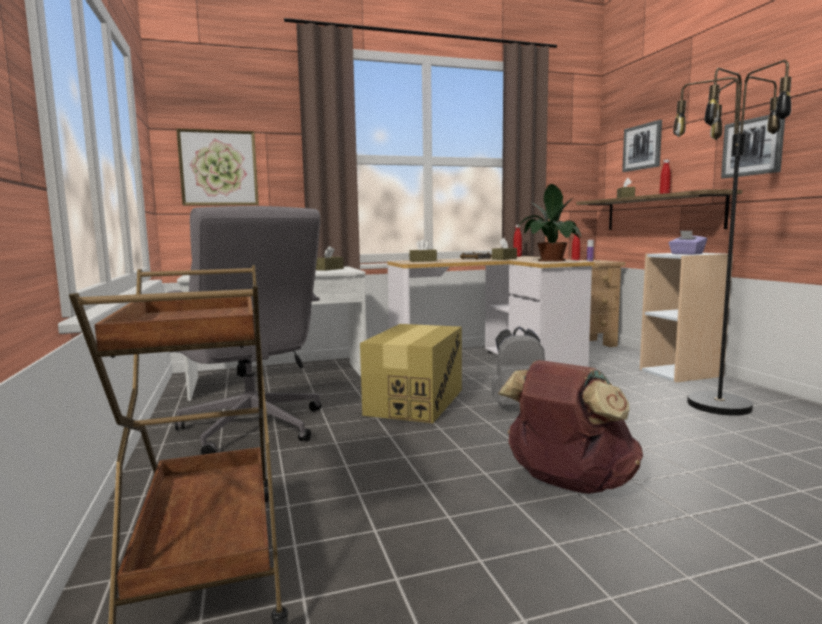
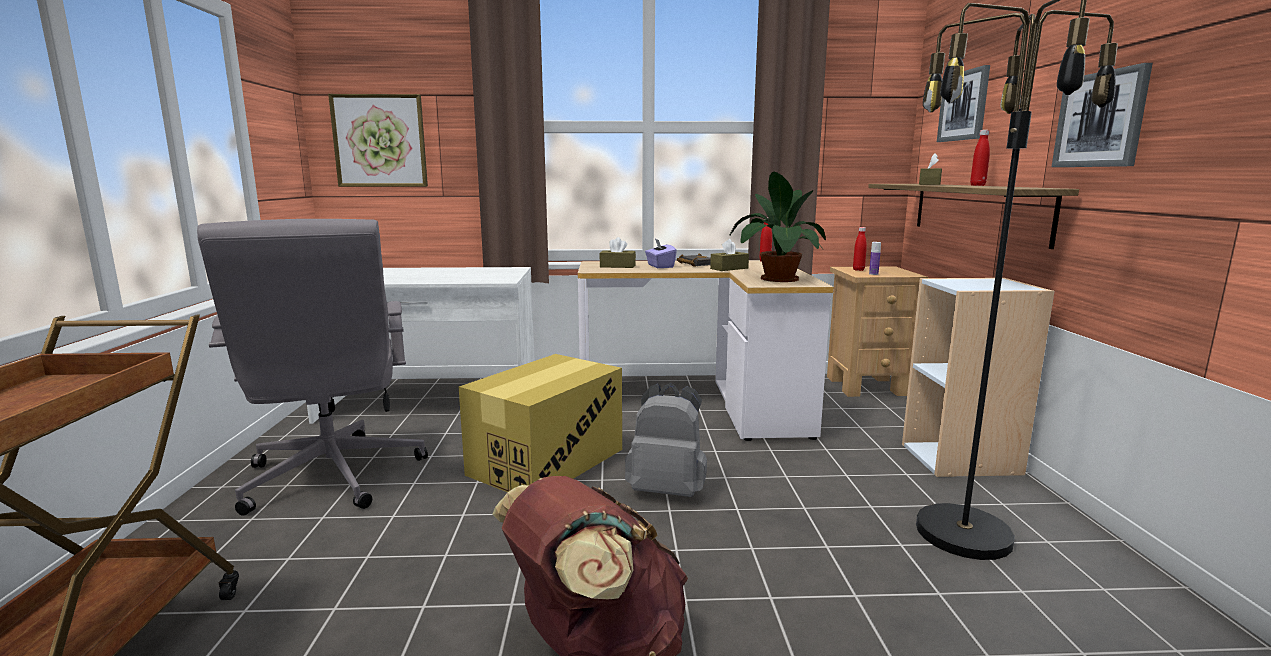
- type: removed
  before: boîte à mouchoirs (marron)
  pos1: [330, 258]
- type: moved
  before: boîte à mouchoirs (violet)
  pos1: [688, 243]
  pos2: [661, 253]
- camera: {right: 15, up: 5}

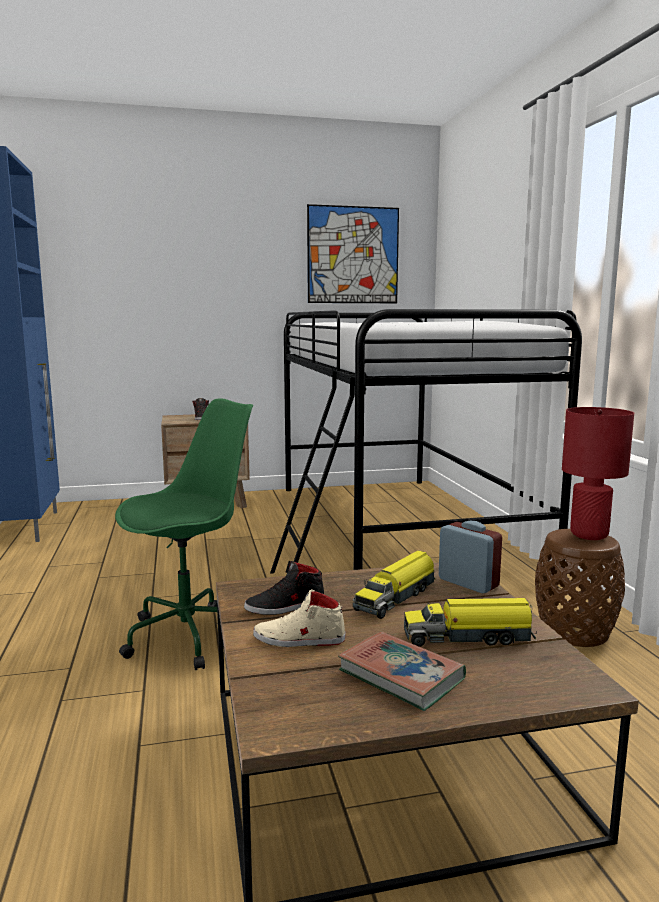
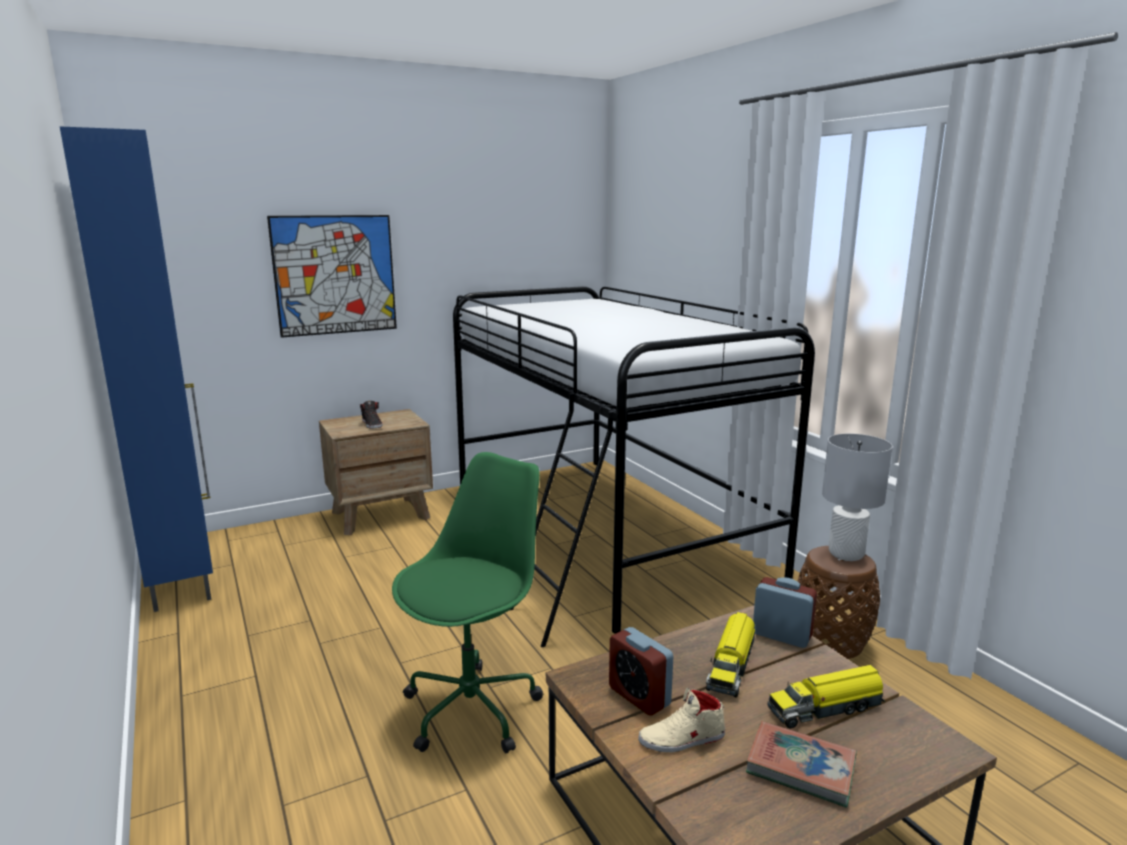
- type: moved
  before: tableau
  pos1: [353, 253]
  pos2: [332, 276]
- type: replaced
  before: chaussure (noir)
  after: réveil
  pos1: [284, 588]
  pos2: [641, 671]
- type: recoloured
  before: lampe de table (rouge)
  after: lampe de table (gris)
  pos1: [598, 473]
  pos2: [857, 497]
- camera: {right: -15, up: 5}

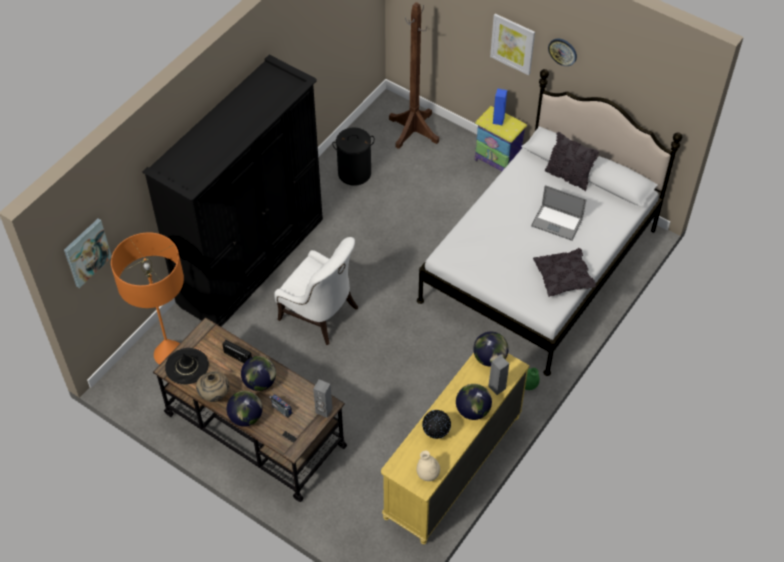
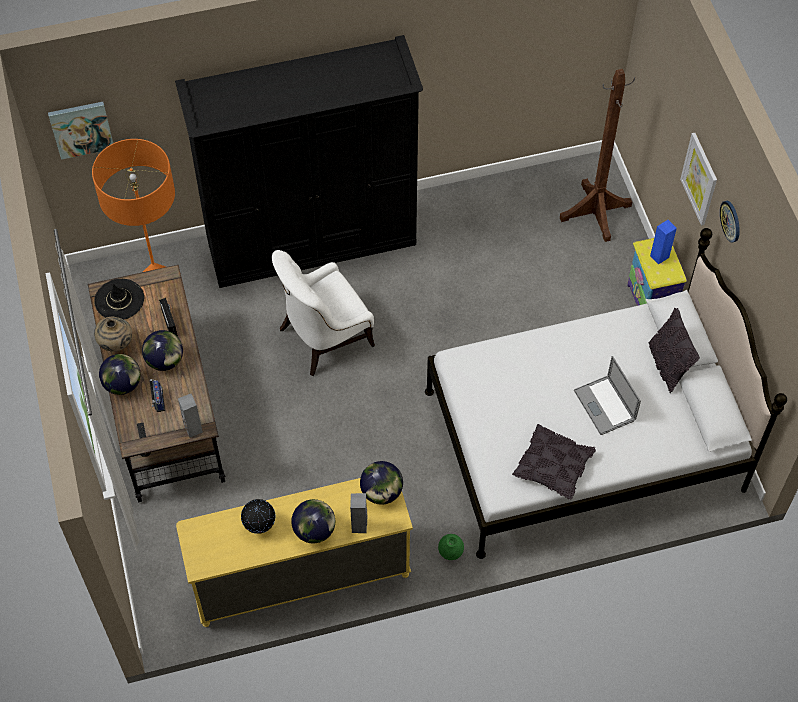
- type: removed
  before: panier à linge (noir)
  pos1: [353, 156]
- type: removed
  before: vase (beige)
  pos1: [428, 466]
- type: turned
  before: fauteuil (blanc)
  pos1: [316, 291]
  pos2: [323, 313]
  turn: 75
- camera: {right: 40, up: 5}

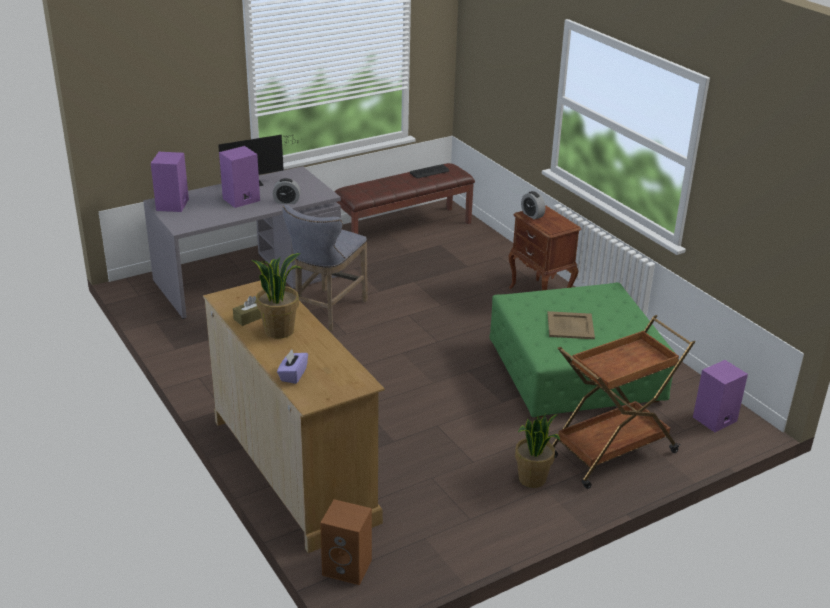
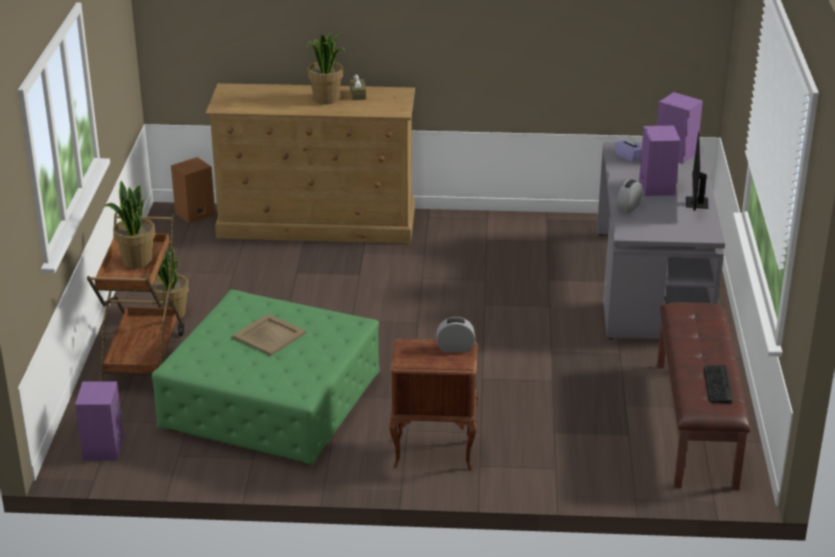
- type: removed
  before: tabouret (gris)
  pos1: [325, 268]
- type: added
  after: plante en pot
  pos2: [130, 224]
- type: moved
  before: boîte à mouchoirs (violet)
  pos1: [292, 366]
  pos2: [628, 149]
- camera: {right: 125, up: 0}

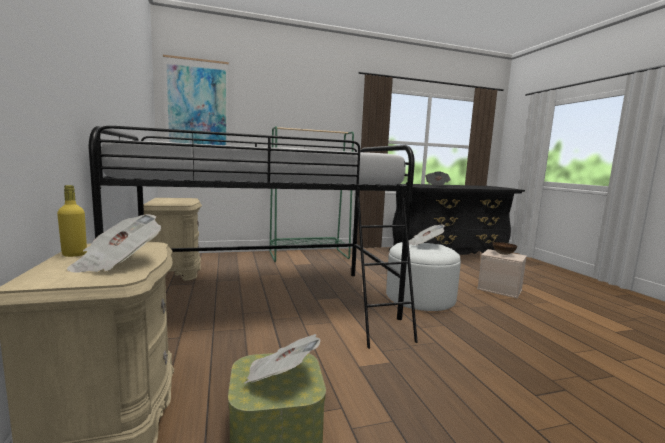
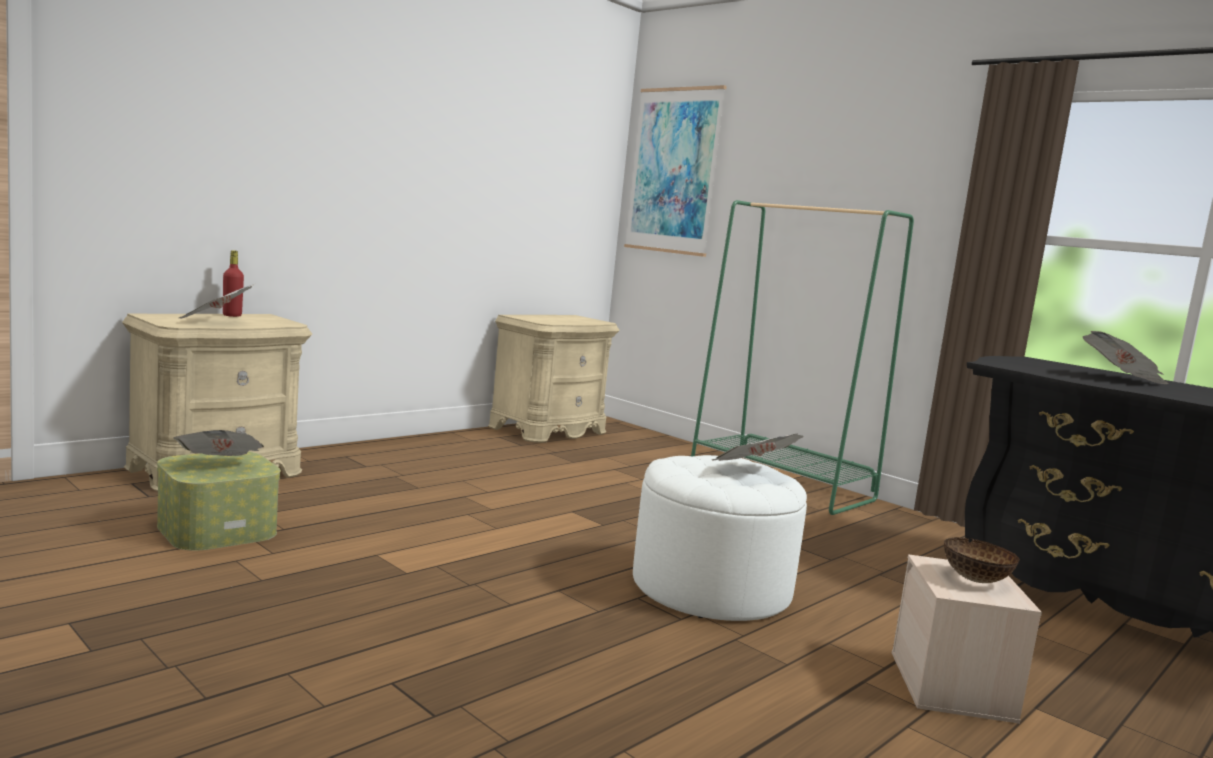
- type: removed
  before: lit (noir)
  pos1: [253, 237]
- type: recoloured
  before: bouteille (jaune)
  after: bouteille (rouge)
  pos1: [72, 221]
  pos2: [233, 283]
- camera: {right: 60, up: 0}

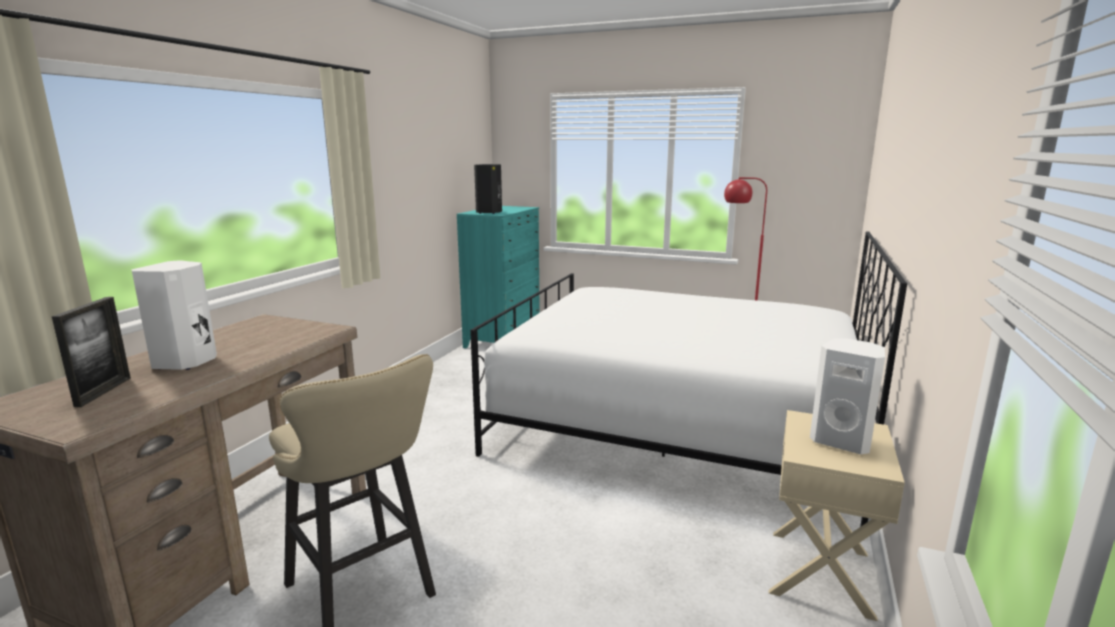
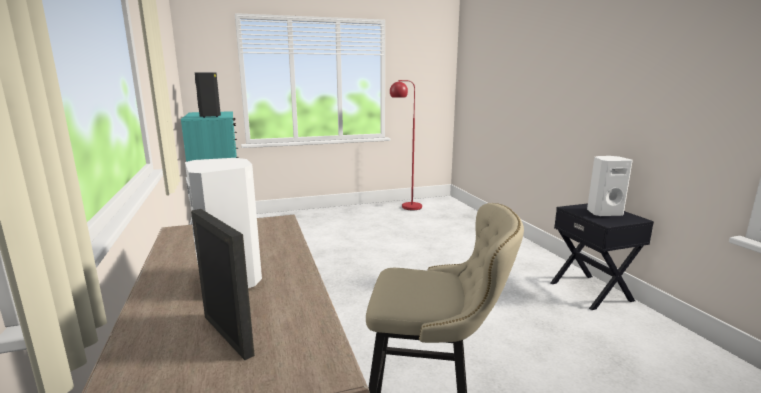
- type: removed
  before: lit (blanc)
  pos1: [688, 379]
- type: recoloured
  before: table de chevet (beige)
  after: table de chevet (noir)
  pos1: [837, 515]
  pos2: [602, 256]
- camera: {right: -40, up: 0}

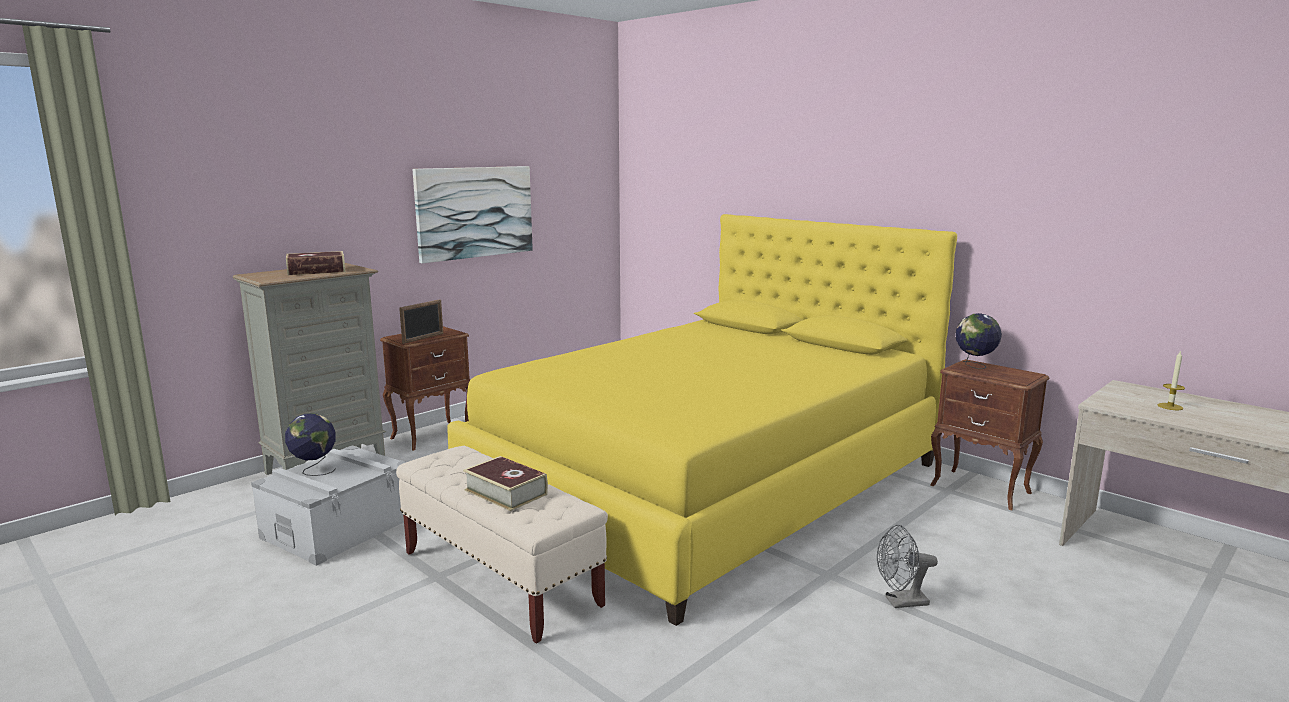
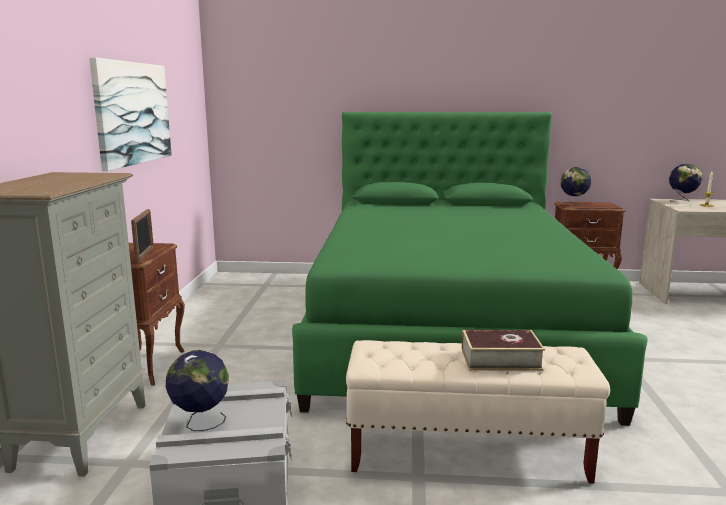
- type: removed
  before: livre
  pos1: [315, 263]
- type: removed
  before: ventilateur (gris)
  pos1: [907, 566]
- type: added
  after: globe
  pos2: [686, 183]
- type: recoloured
  before: lit (jaune)
  after: lit (vert)
  pos1: [702, 420]
  pos2: [470, 269]
- camera: {right: -40, up: 0}

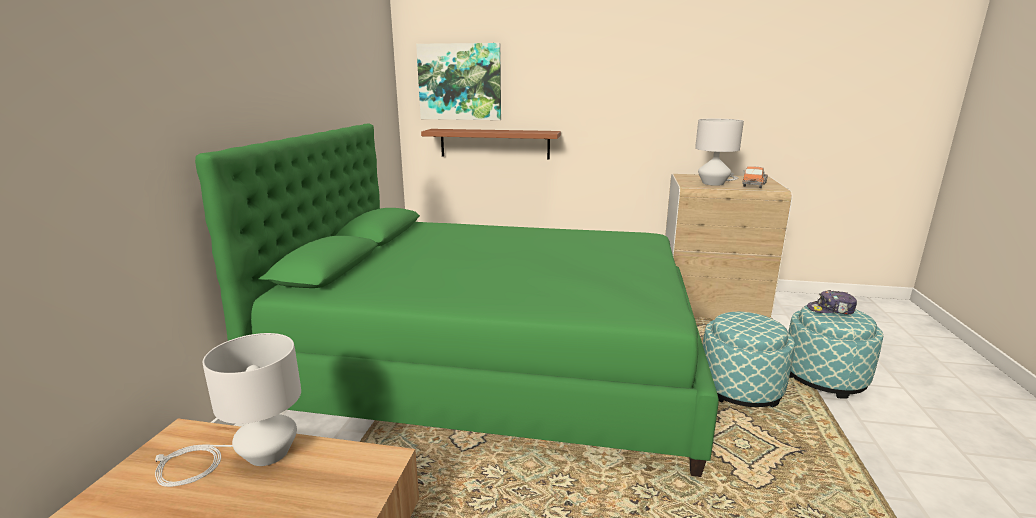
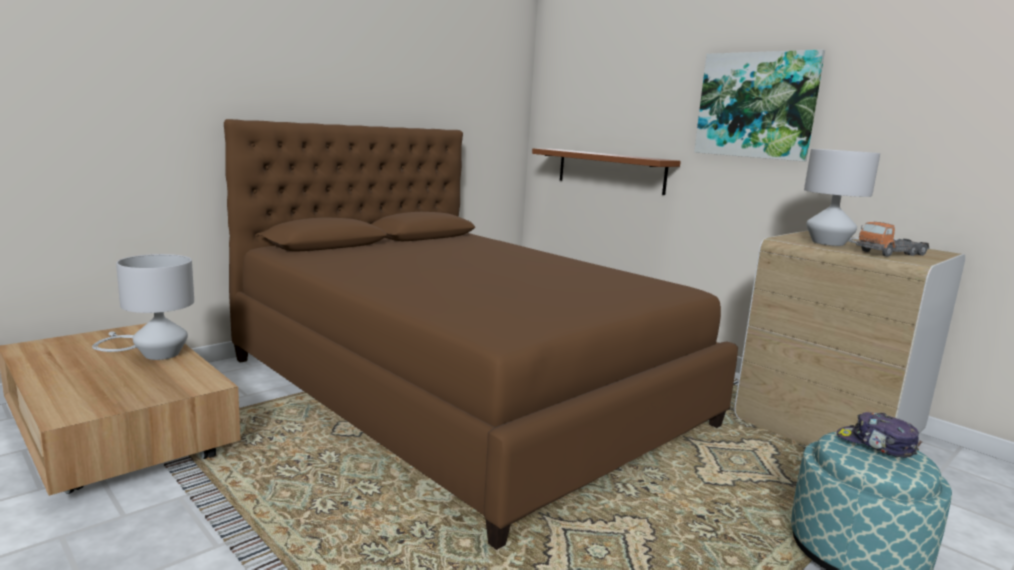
- type: removed
  before: pouf
  pos1: [749, 360]
- type: moved
  before: tableau
  pos1: [458, 81]
  pos2: [759, 106]
- type: recoloured
  before: lit (vert)
  after: lit (marron)
  pos1: [457, 300]
  pos2: [481, 334]
- camera: {right: 35, up: -5}

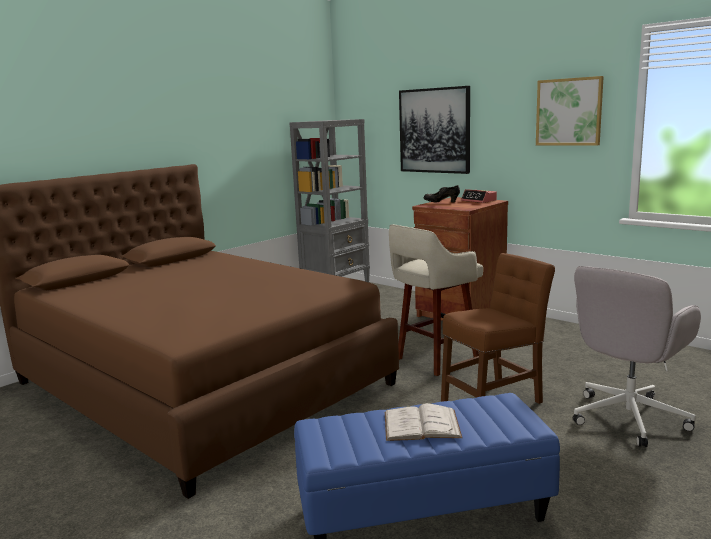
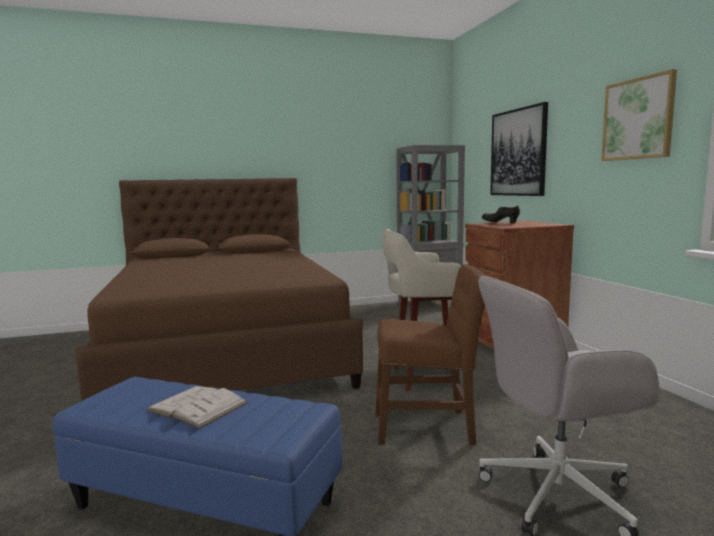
- type: removed
  before: réveil
  pos1: [479, 196]
- camera: {right: 30, up: -5}

